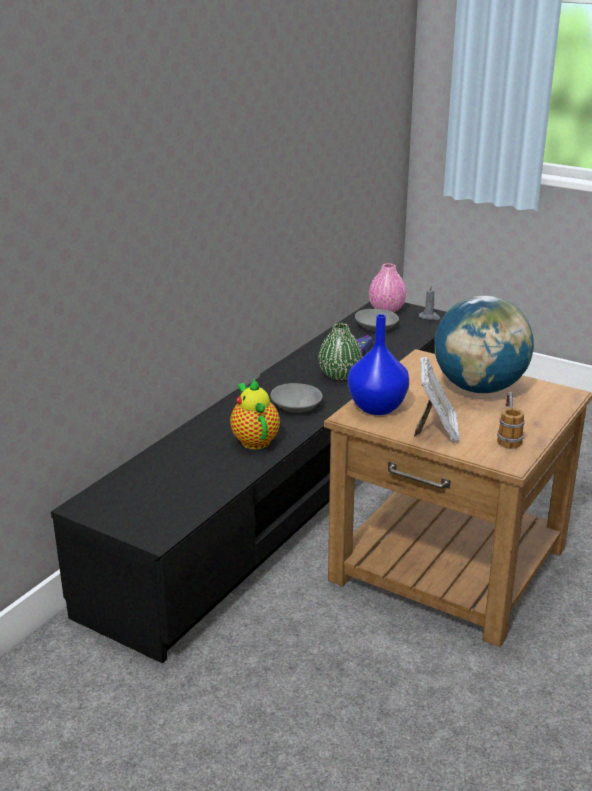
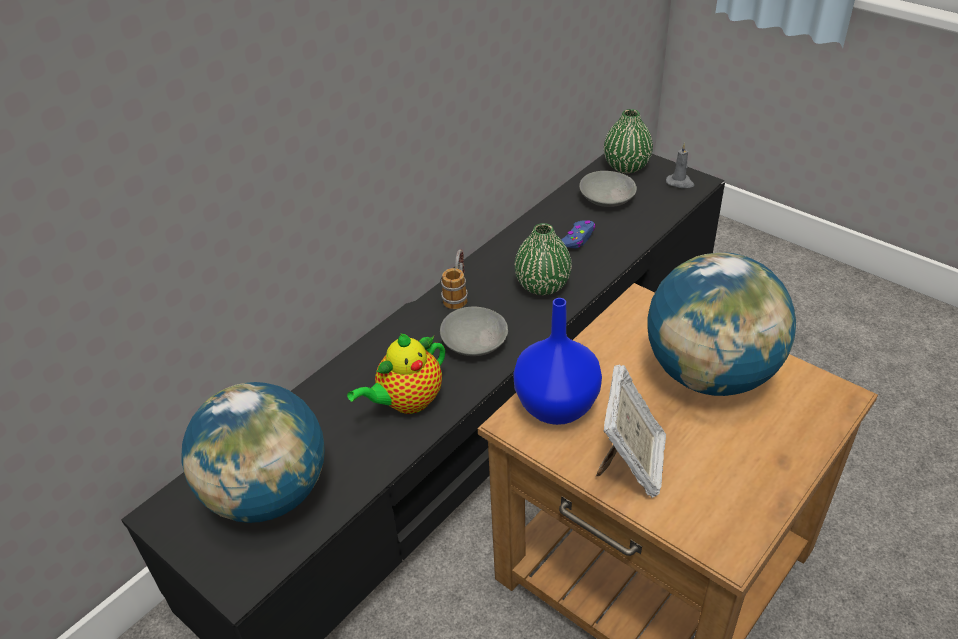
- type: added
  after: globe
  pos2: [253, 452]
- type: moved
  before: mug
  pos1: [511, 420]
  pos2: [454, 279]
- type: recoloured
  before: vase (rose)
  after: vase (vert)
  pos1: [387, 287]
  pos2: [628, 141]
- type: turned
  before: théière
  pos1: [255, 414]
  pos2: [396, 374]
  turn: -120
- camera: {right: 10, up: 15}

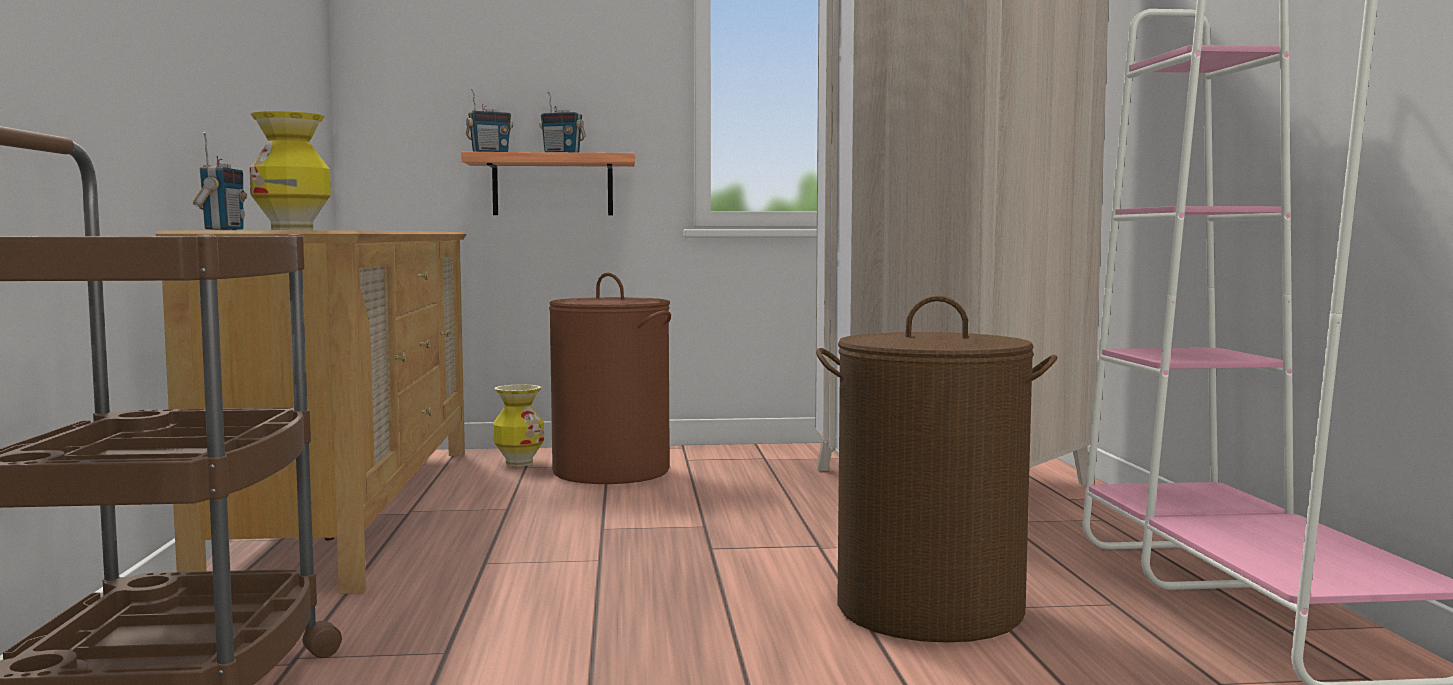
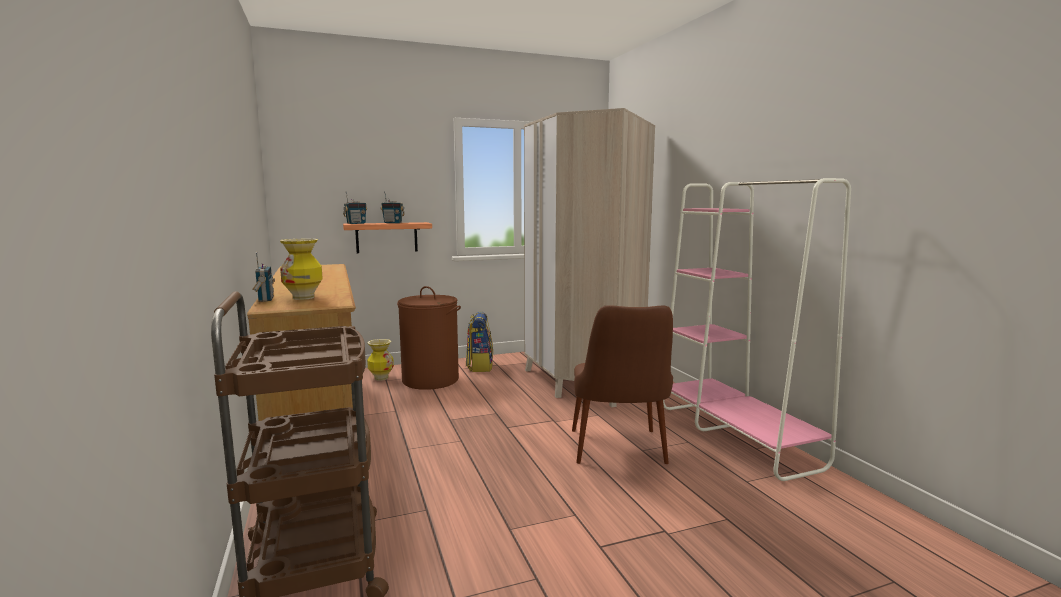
- type: added
  after: sac à dos
  pos2: [479, 342]
- type: replaced
  before: panier à linge (marron)
  after: chaise (marron)
  pos1: [937, 469]
  pos2: [622, 384]
- camera: {right: -15, up: 5}

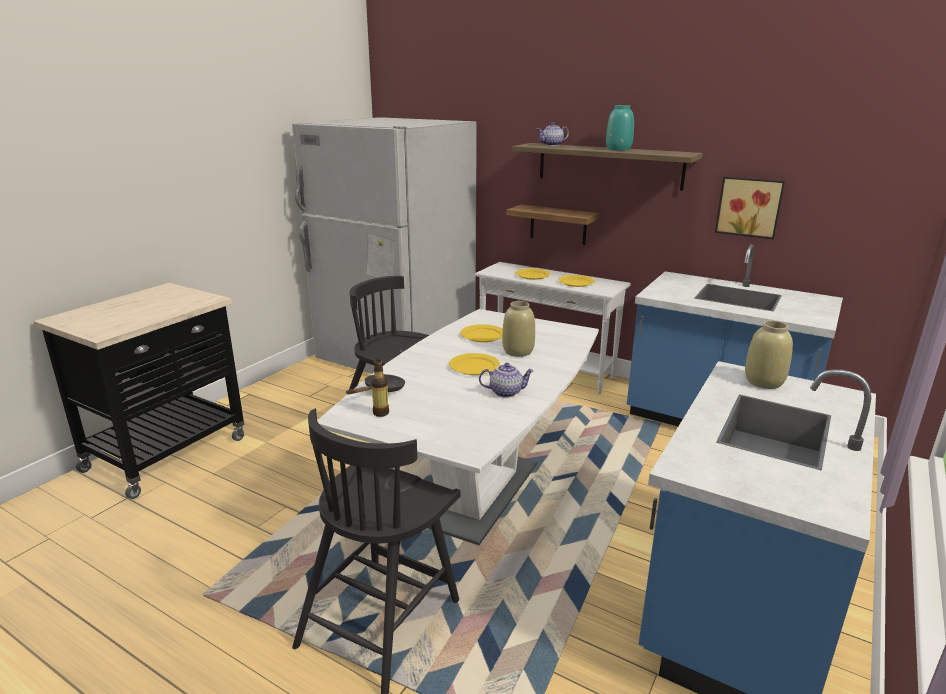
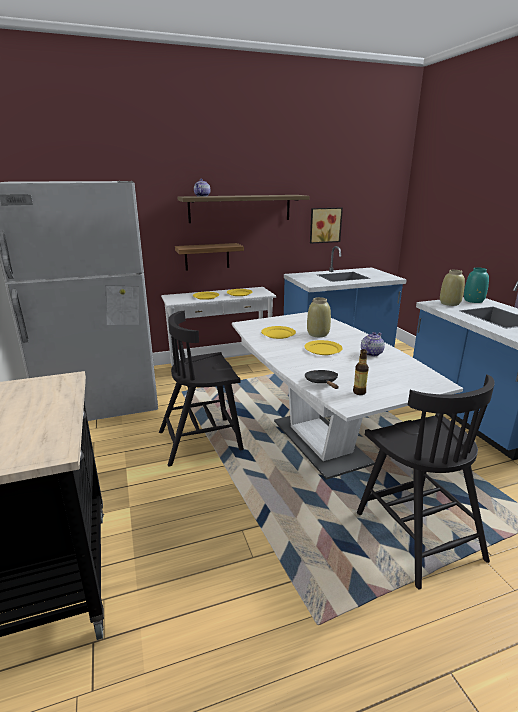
- type: moved
  before: vase (turquoise)
  pos1: [620, 128]
  pos2: [476, 285]
- camera: {right: -50, up: 0}

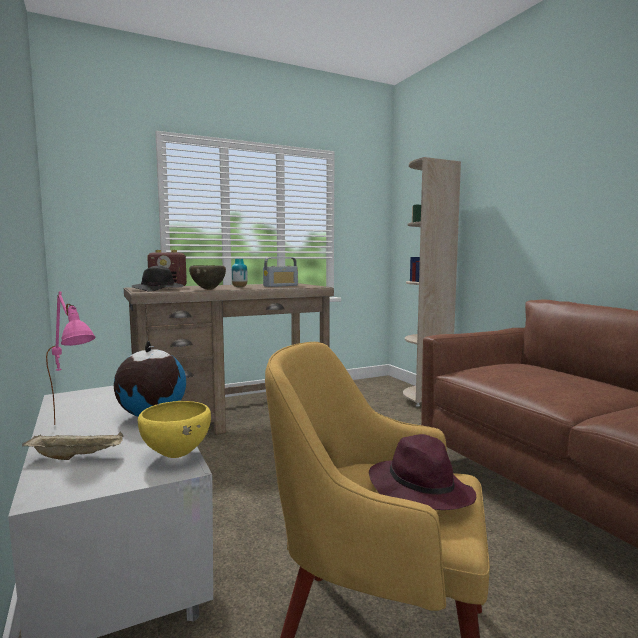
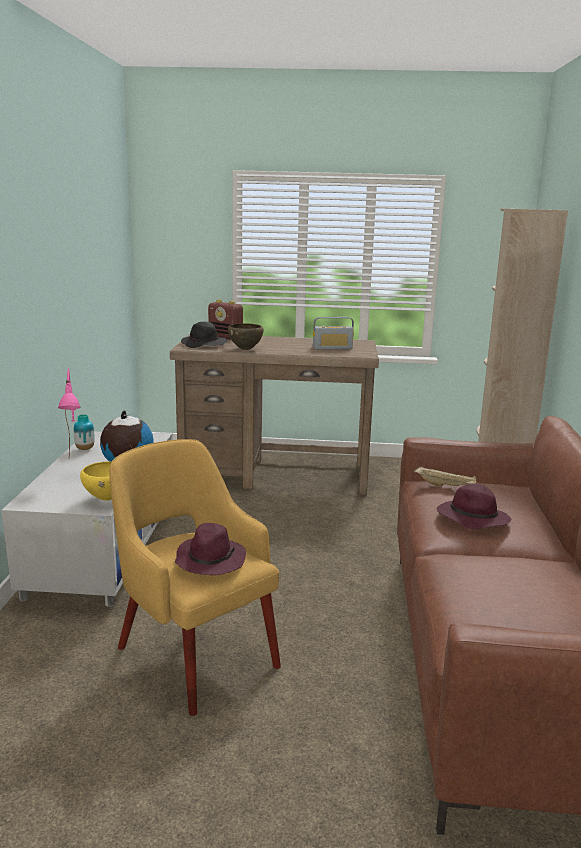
- type: added
  after: chapeau (violet)
  pos2: [474, 506]
- type: moved
  before: plateau (beige)
  pos1: [72, 446]
  pos2: [445, 477]
- type: moved
  before: vase
  pos1: [239, 273]
  pos2: [84, 432]
- camera: {right: 30, up: 10}

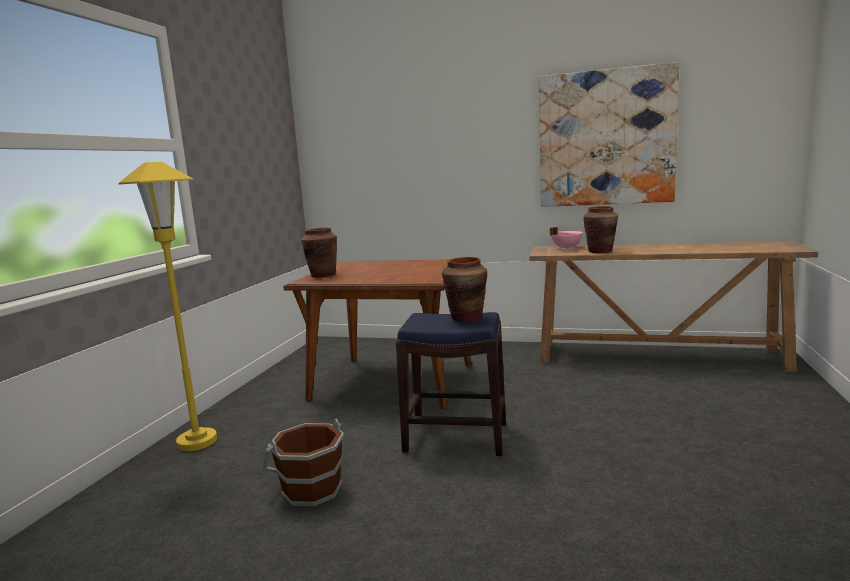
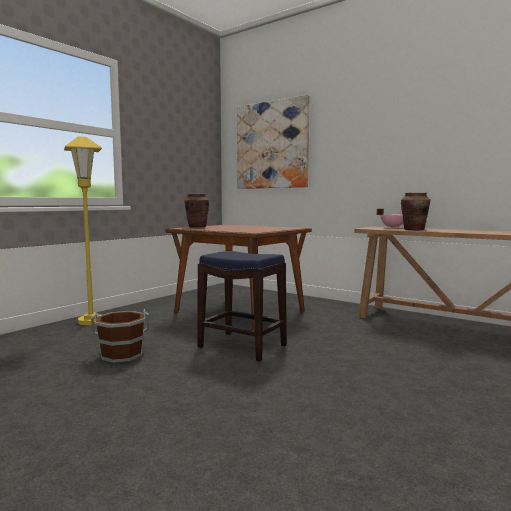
- type: removed
  before: vase (marron)
  pos1: [464, 289]
- type: moved
  before: tableau
  pos1: [609, 134]
  pos2: [273, 142]
- camera: {right: 20, up: -5}

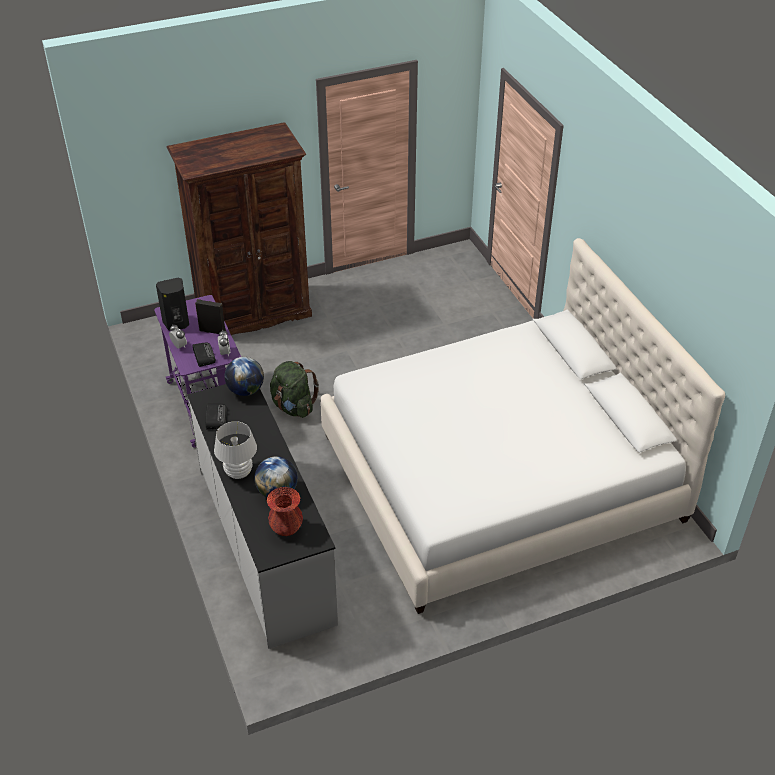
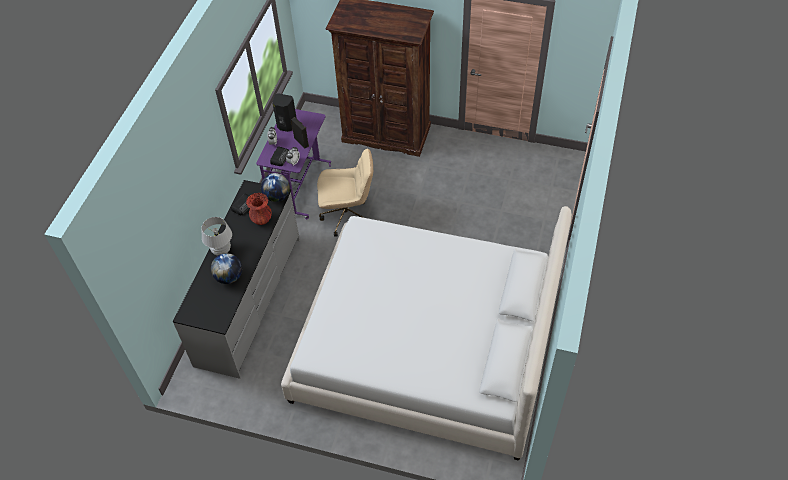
- type: moved
  before: vase (rouge)
  pos1: [285, 511]
  pos2: [259, 209]
- type: replaced
  before: sac à dos (vert)
  after: chaise de bureau (beige)
  pos1: [294, 389]
  pos2: [345, 193]
- camera: {right: 40, up: 10}

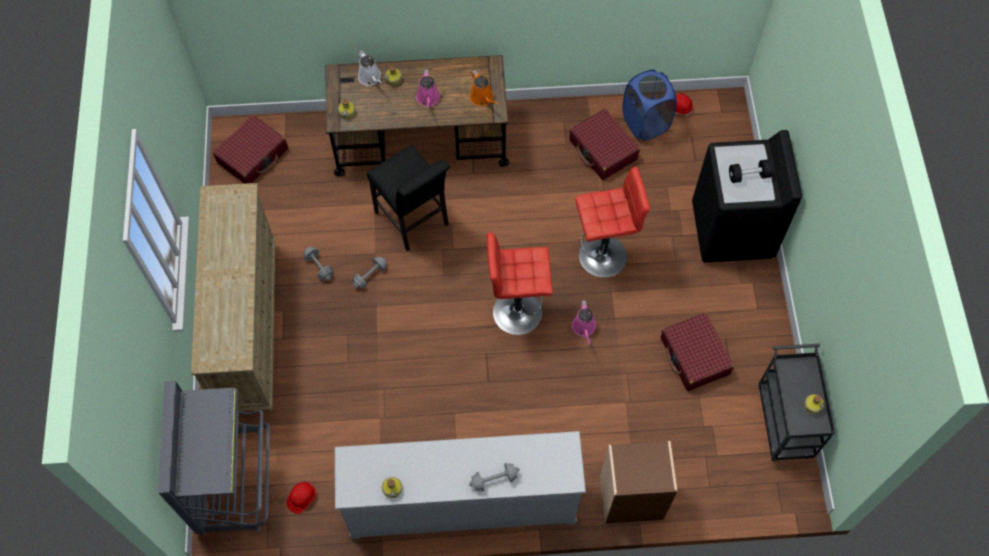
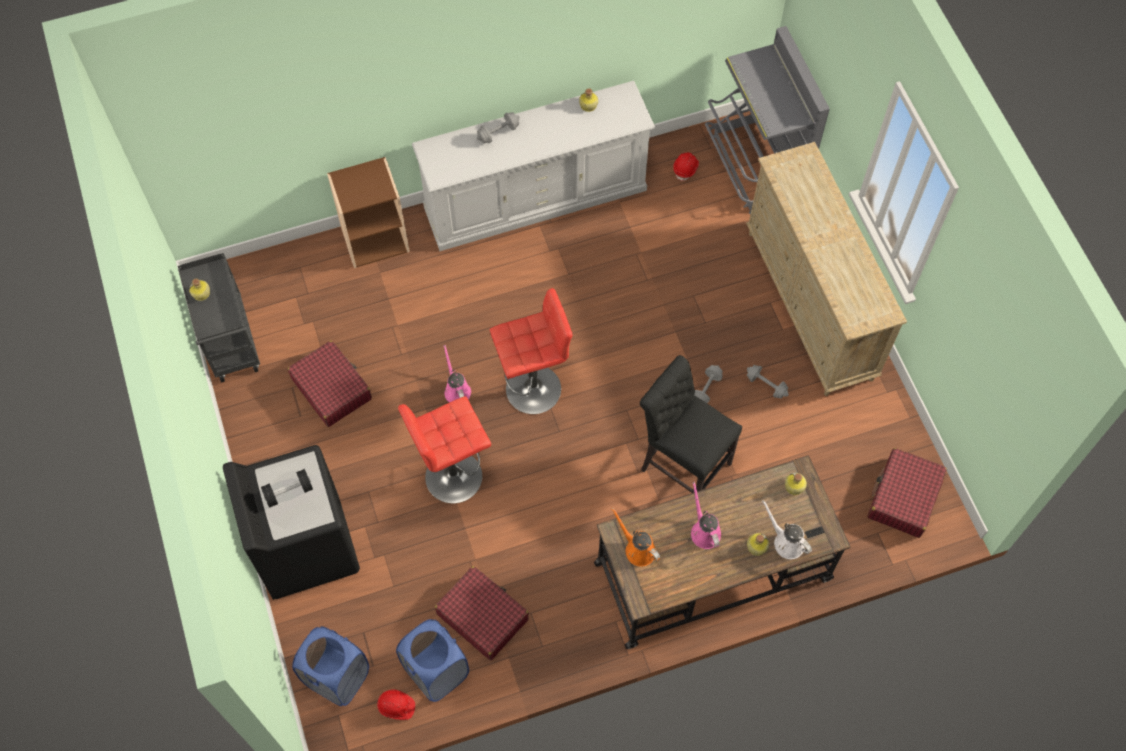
- type: added
  after: panier à linge (bleu)
  pos2: [330, 666]
- camera: {right: 165, up: 0}

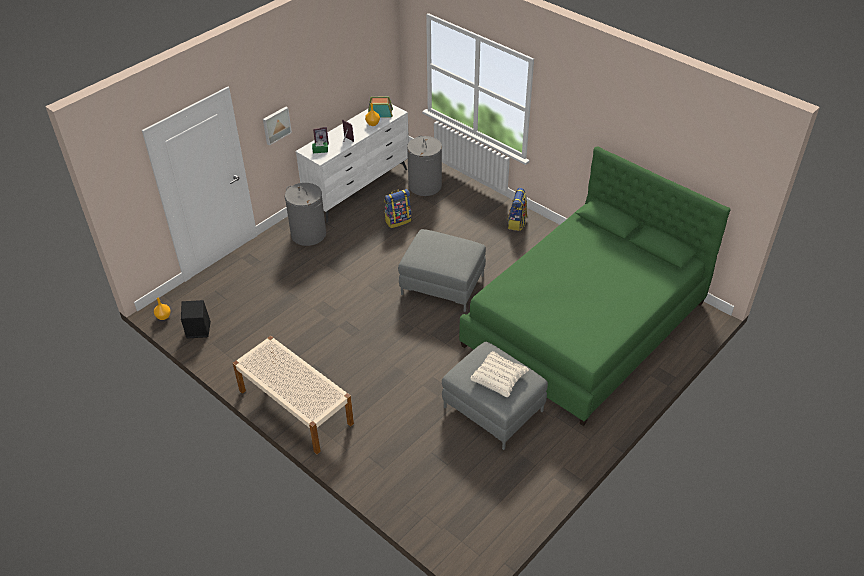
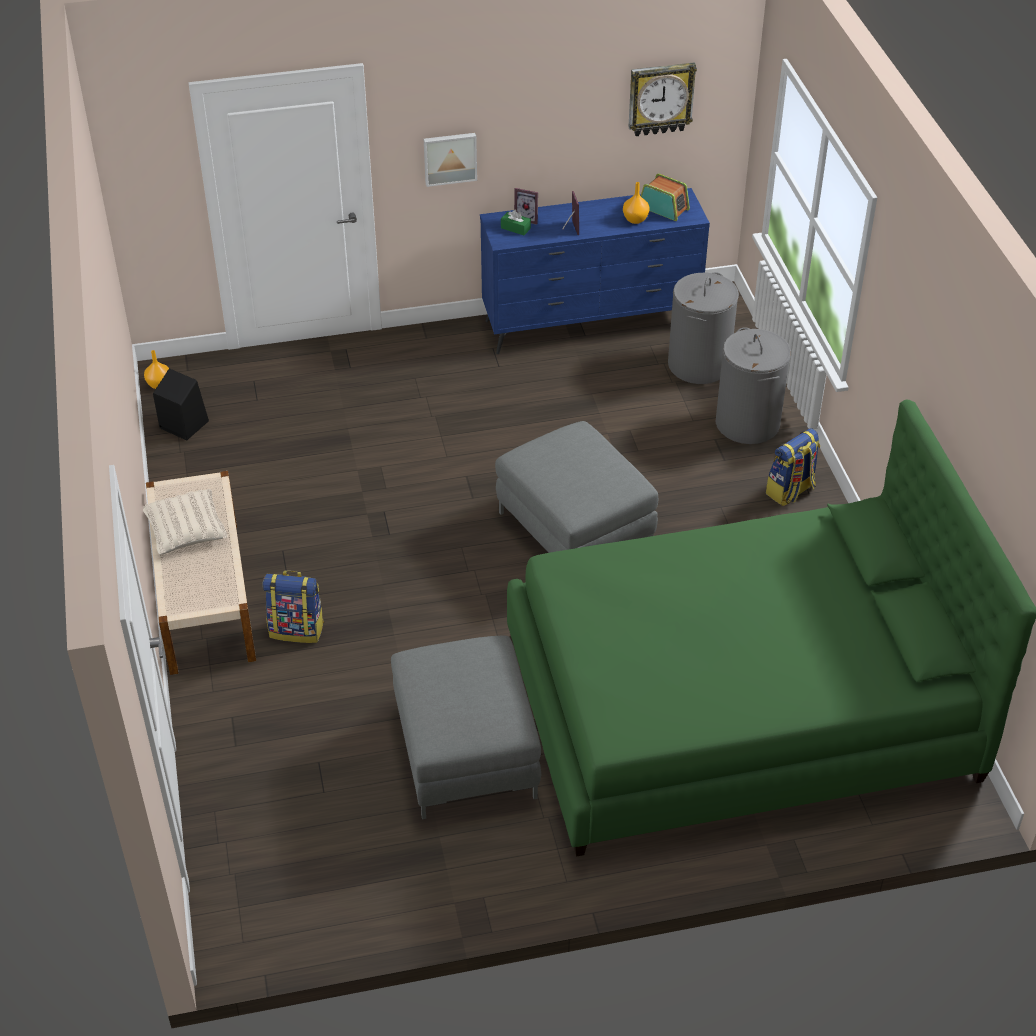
- type: added
  after: horloge murale
  pos2: [662, 99]
- type: moved
  before: panier à linge (gris)
  pos1: [305, 214]
  pos2: [753, 385]
- type: moved
  before: sac à dos
  pos1: [398, 208]
  pos2: [293, 607]
- type: moved
  before: coussin (beige)
  pos1: [500, 374]
  pos2: [185, 521]
- type: recoloured
  before: commode (blanc)
  after: commode (bleu)
  pos1: [352, 163]
  pos2: [595, 271]
- camera: {right: 35, up: 0}

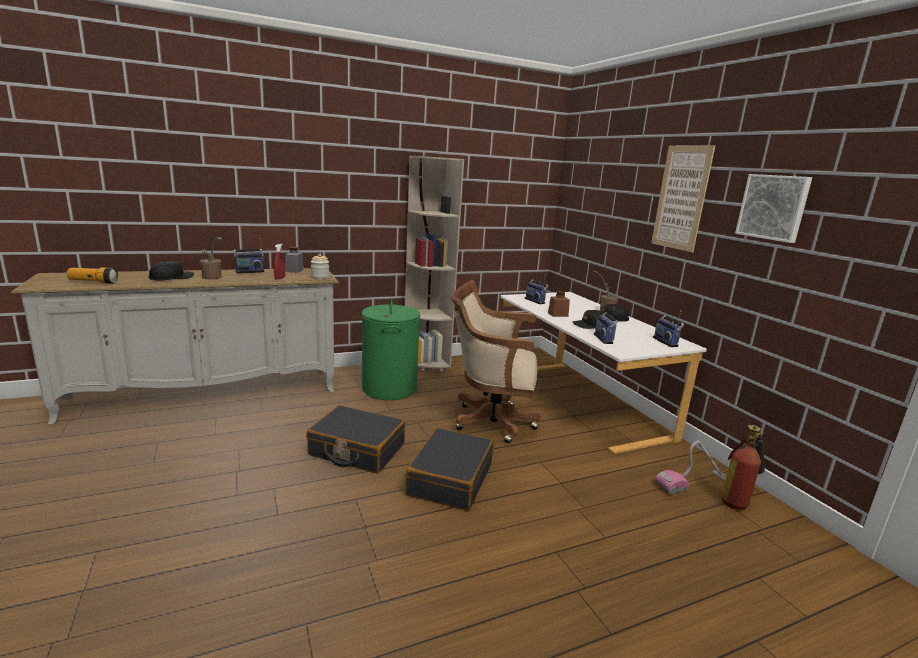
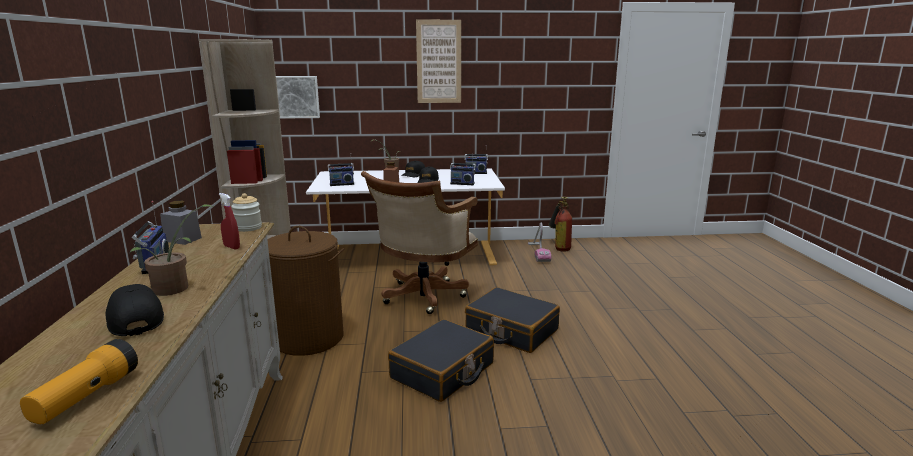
- type: moved
  before: tableau
  pos1: [773, 208]
  pos2: [298, 97]
- type: recoloured
  before: panier à linge (vert)
  after: panier à linge (marron)
  pos1: [391, 349]
  pos2: [305, 291]
- camera: {right: -70, up: 0}

